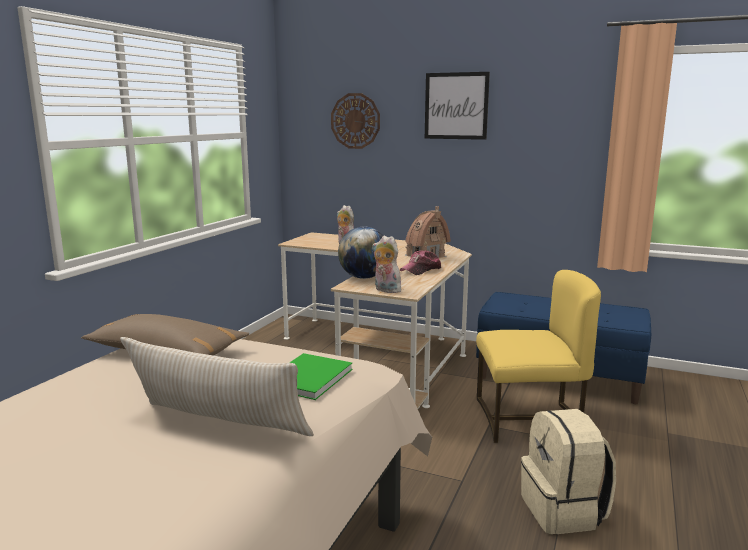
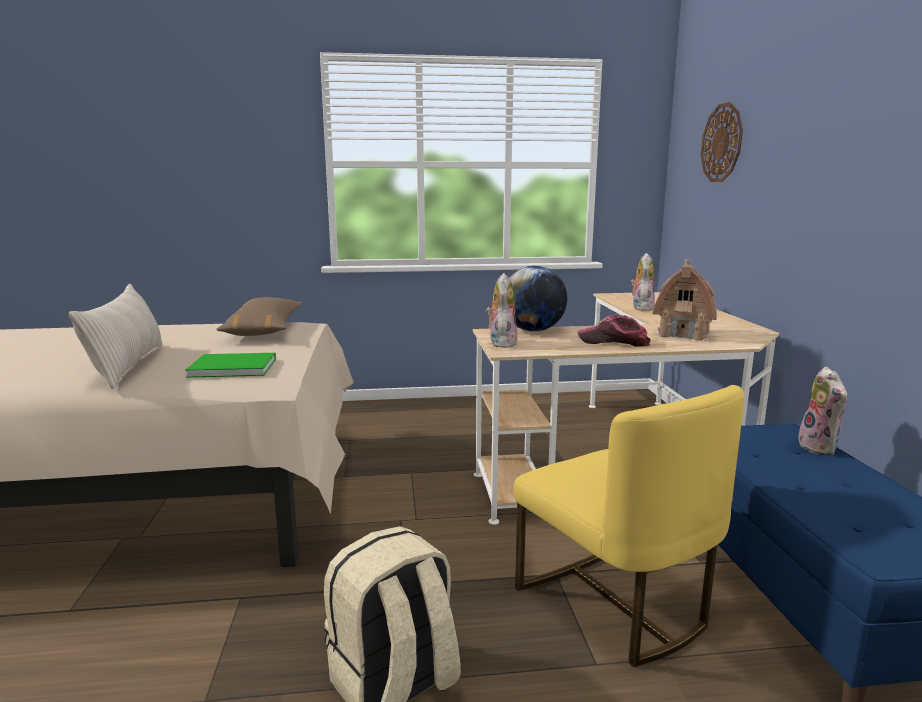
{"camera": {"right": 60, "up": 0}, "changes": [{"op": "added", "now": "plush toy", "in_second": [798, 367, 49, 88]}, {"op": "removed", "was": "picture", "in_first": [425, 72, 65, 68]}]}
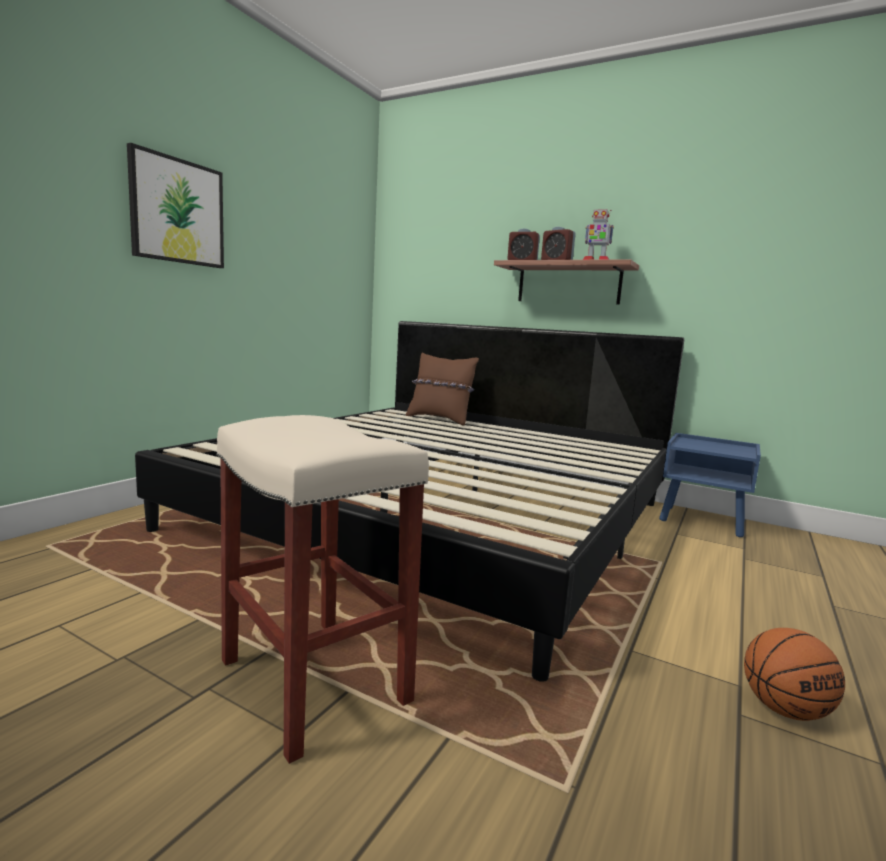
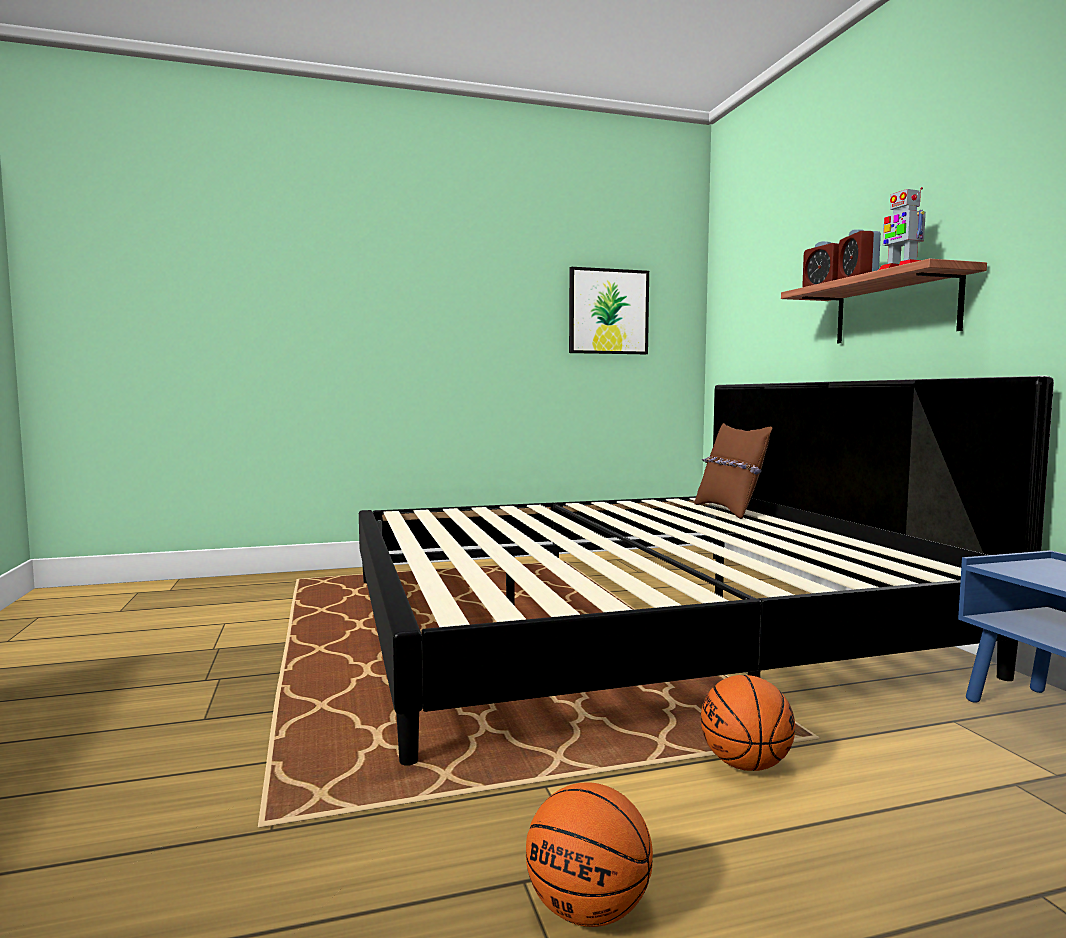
{"camera": {"right": 45, "up": -5}, "changes": [{"op": "moved", "was": "picture", "in_first": [127, 143, 97, 125], "in_second": [569, 267, 80, 87]}, {"op": "added", "now": "basketball", "in_second": [701, 675, 94, 96]}, {"op": "removed", "was": "beige stool", "in_first": [216, 415, 213, 349]}]}
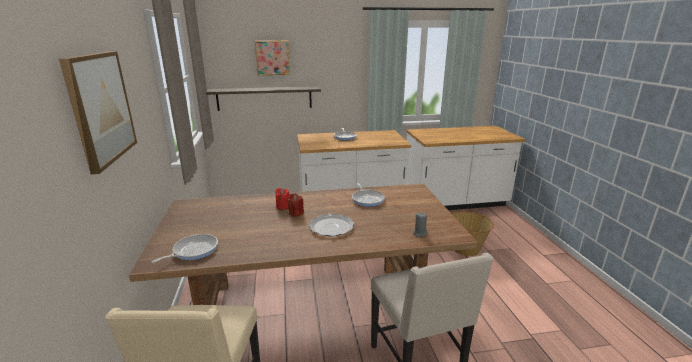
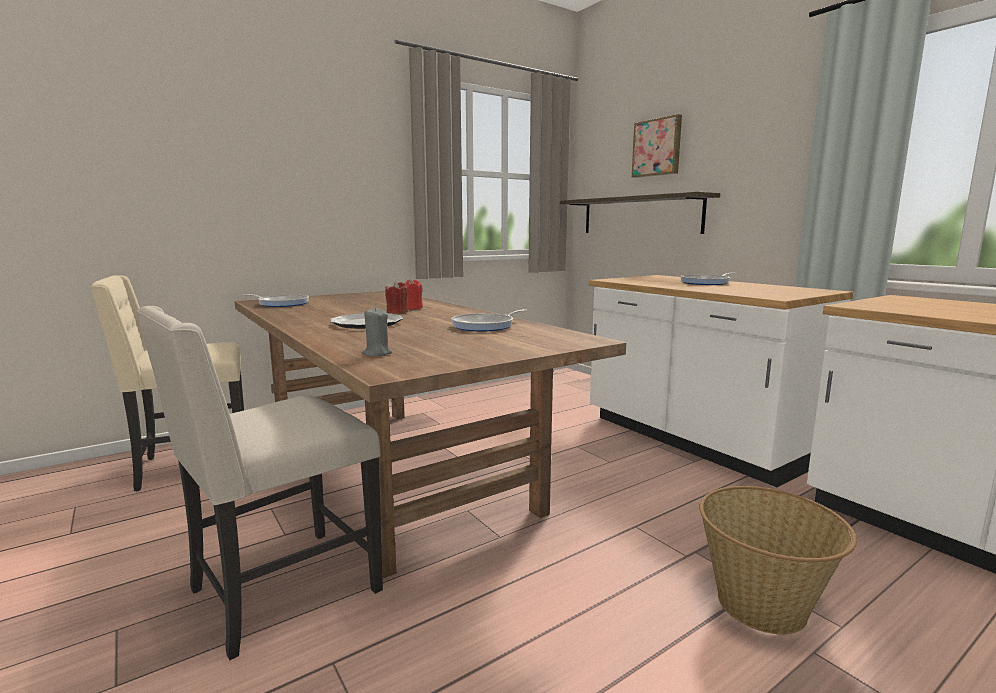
{"camera": {"right": 65, "up": -10}, "changes": [{"op": "removed", "was": "picture", "in_first": [59, 51, 78, 123]}]}
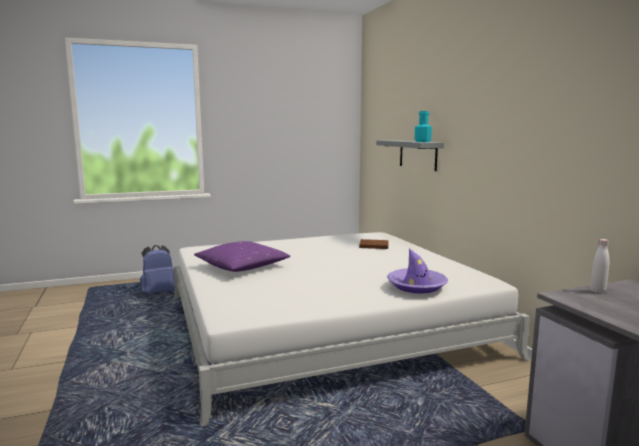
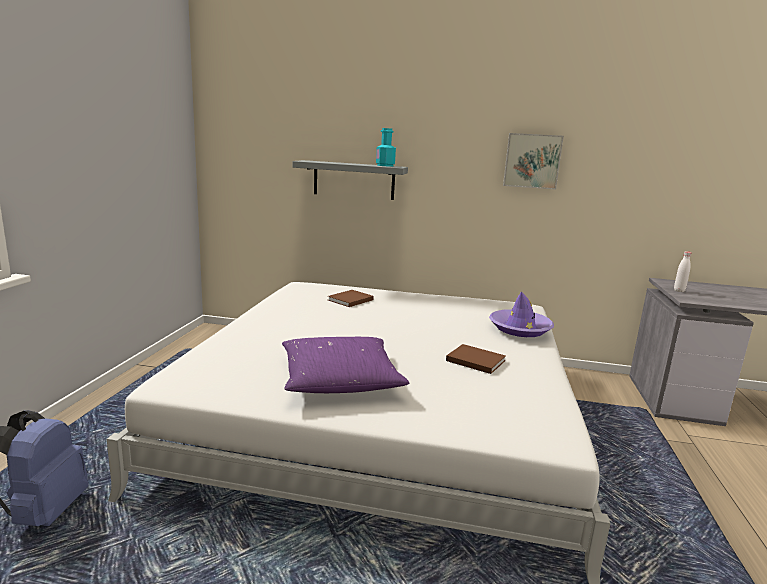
{"camera": {"right": -60, "up": 5}, "changes": [{"op": "added", "now": "brown book", "in_second": [446, 344, 60, 30]}, {"op": "added", "now": "picture", "in_second": [503, 133, 61, 56]}]}
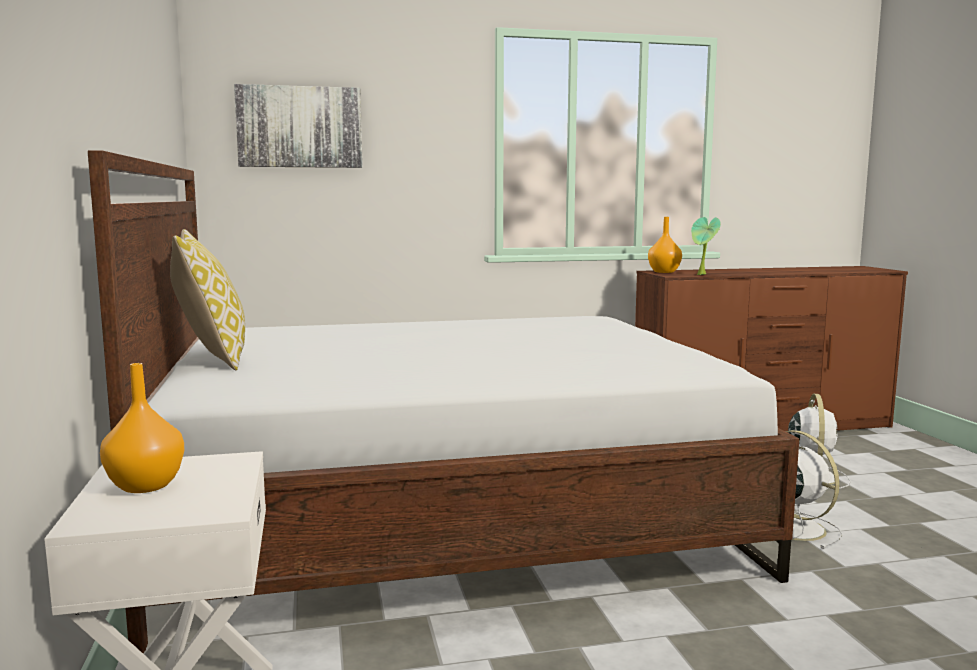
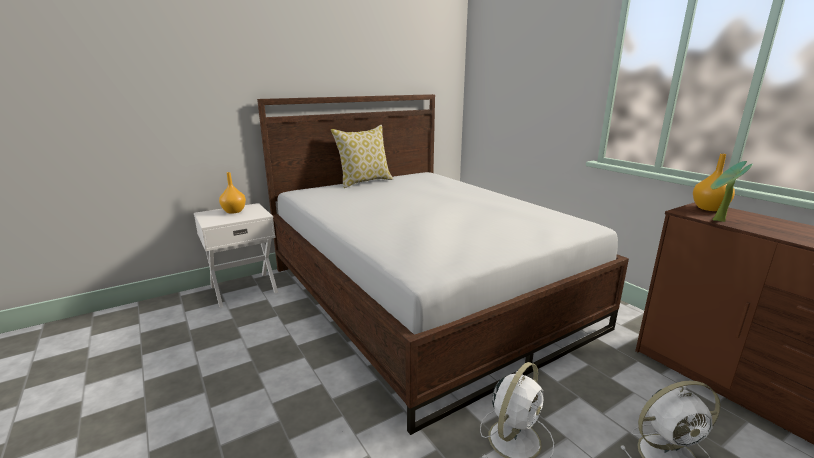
{"camera": {"right": 70, "up": 10}, "changes": [{"op": "removed", "was": "picture", "in_first": [234, 84, 129, 84]}]}
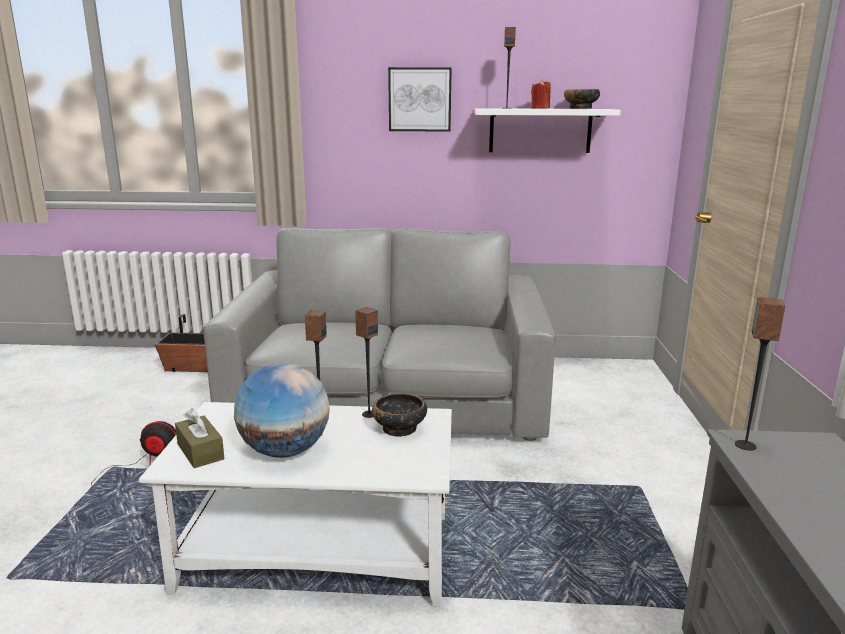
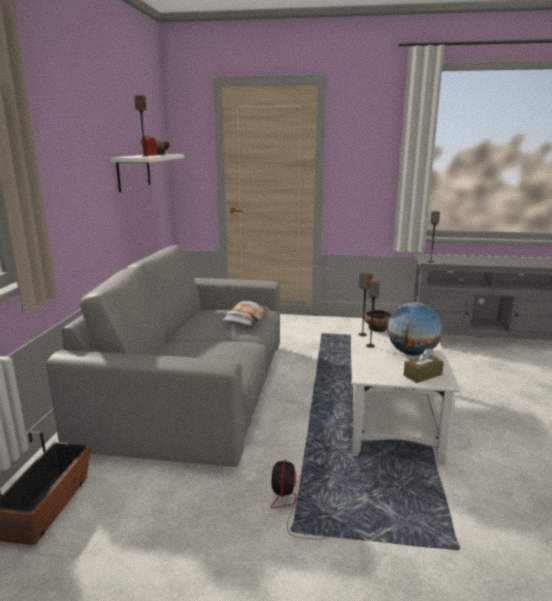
{"camera": {"right": -85, "up": 0}, "changes": [{"op": "added", "now": "pillow", "in_second": [222, 301, 47, 25]}, {"op": "removed", "was": "picture", "in_first": [388, 67, 64, 65]}]}
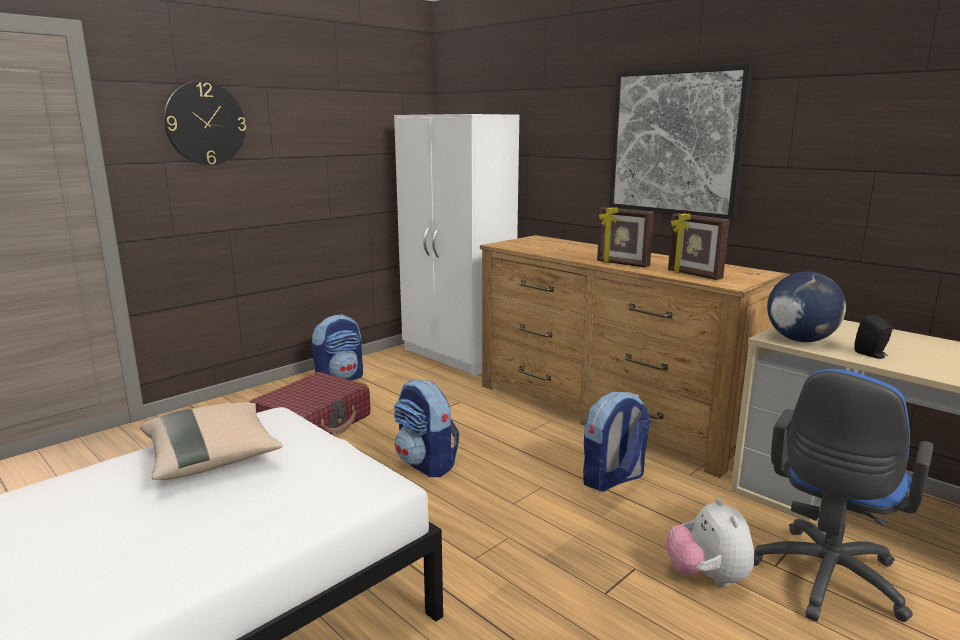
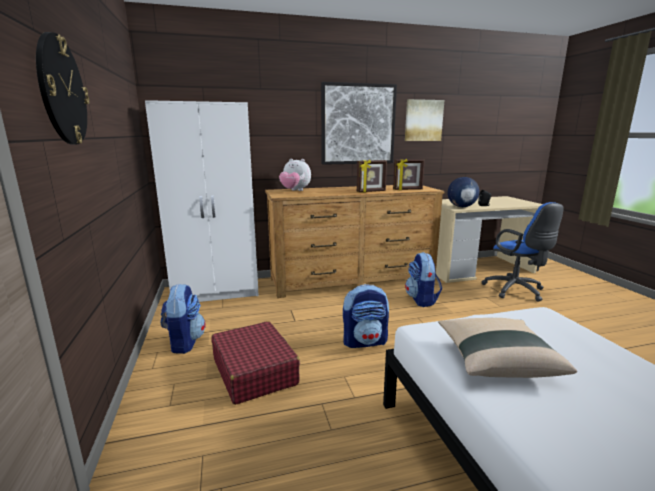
{"camera": {"right": -60, "up": 0}, "changes": [{"op": "moved", "was": "plush toy", "in_first": [666, 498, 88, 89], "in_second": [279, 158, 32, 33]}, {"op": "added", "now": "picture", "in_second": [405, 99, 39, 42]}]}
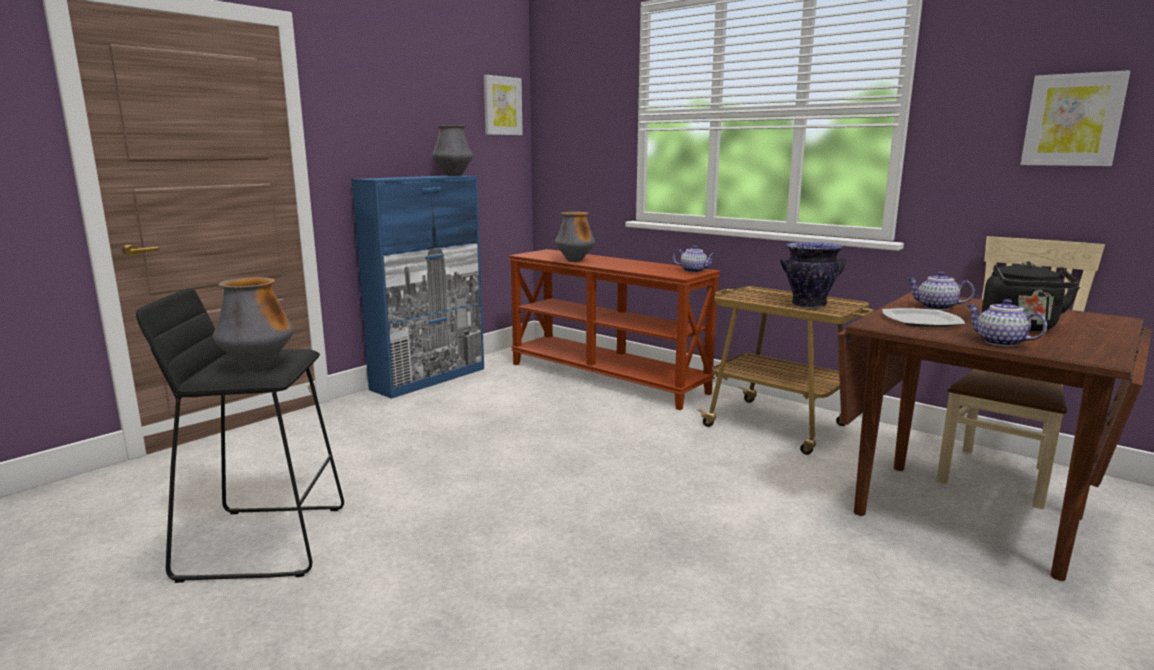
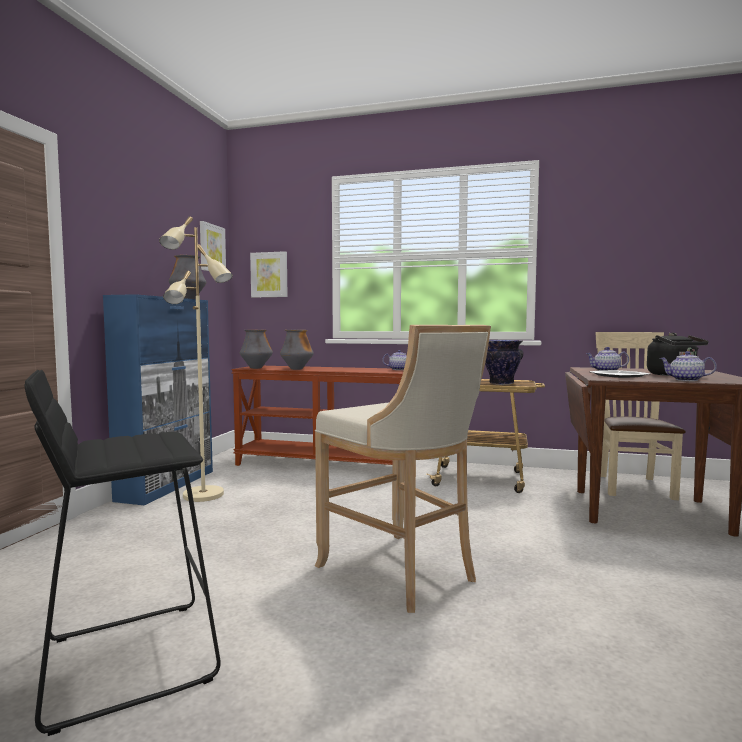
{"camera": {"right": -25, "up": -10}, "changes": [{"op": "added", "now": "beige floor lamp", "in_second": [159, 216, 74, 286]}, {"op": "moved", "was": "vase", "in_first": [213, 277, 81, 93], "in_second": [240, 330, 33, 39]}, {"op": "moved", "was": "picture", "in_first": [1021, 70, 109, 96], "in_second": [250, 251, 38, 46]}, {"op": "added", "now": "beige stool", "in_second": [315, 325, 176, 288]}]}
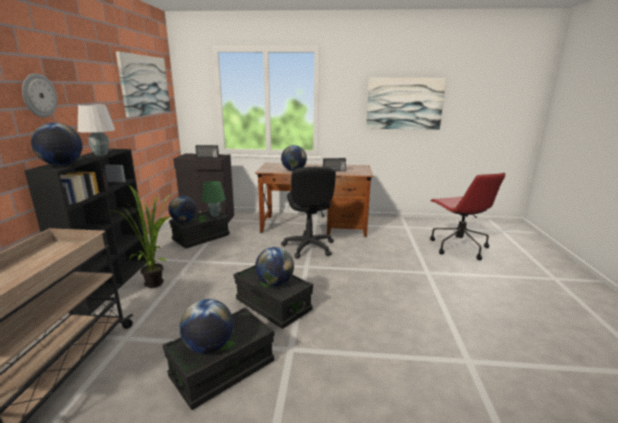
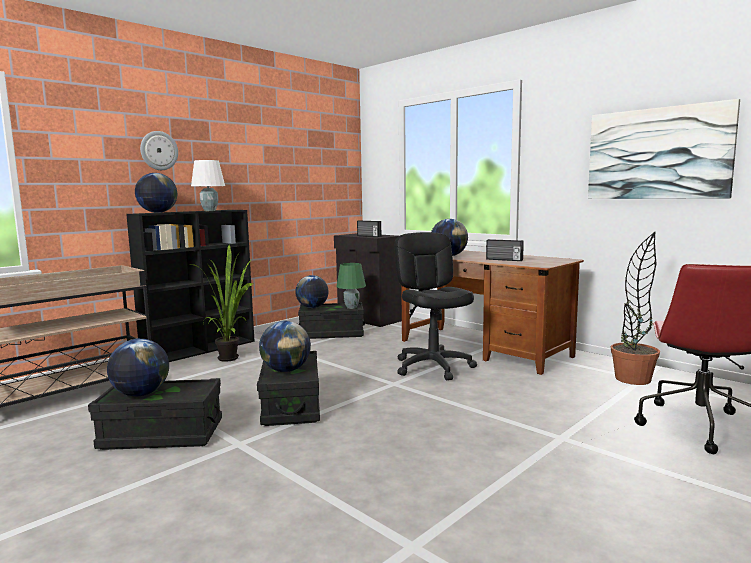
{"camera": {"right": 40, "up": -10}, "changes": [{"op": "turned", "was": "black office chair", "in_first": [281, 167, 55, 91], "in_second": [394, 232, 83, 149], "clockwise": 135}, {"op": "added", "now": "potted plant", "in_second": [610, 232, 50, 153]}, {"op": "removed", "was": "picture", "in_first": [116, 52, 54, 65]}]}
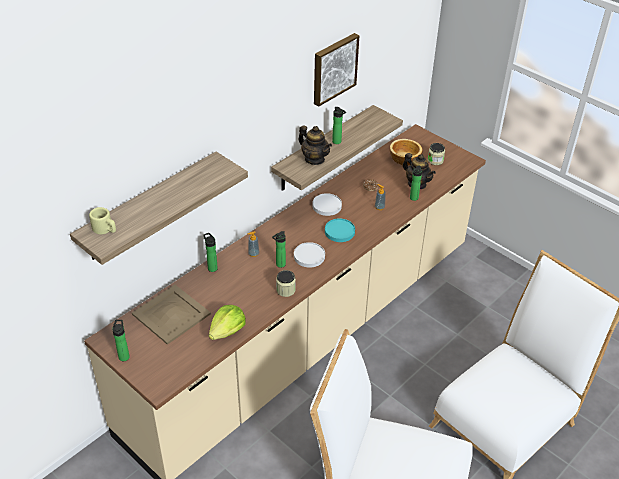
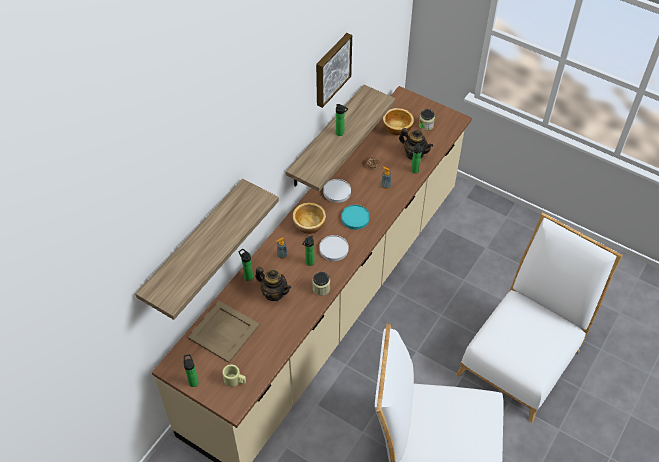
{"camera": {"right": -10, "up": 10}, "changes": [{"op": "moved", "was": "beige mug", "in_first": [89, 207, 27, 27], "in_second": [222, 364, 24, 23]}, {"op": "moved", "was": "teapot", "in_first": [298, 125, 34, 40], "in_second": [255, 267, 36, 34]}, {"op": "added", "now": "bowl", "in_second": [293, 202, 33, 32]}, {"op": "removed", "was": "lettuce", "in_first": [208, 305, 38, 35]}]}
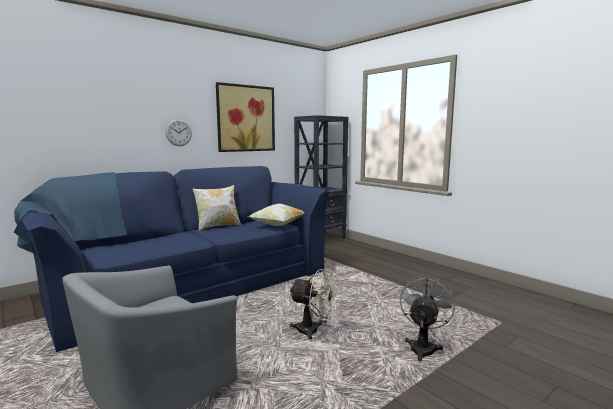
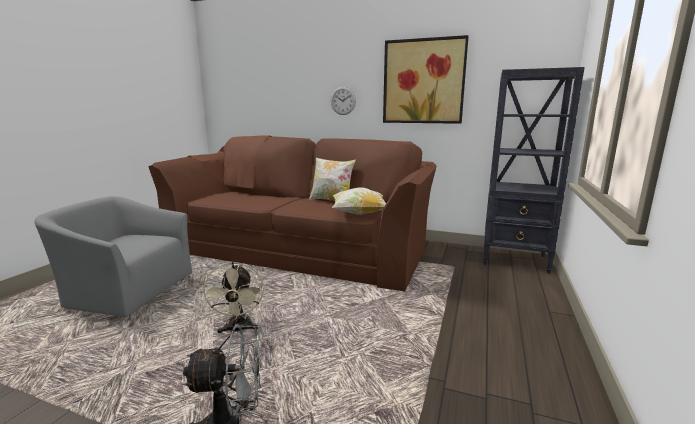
{"camera": {"right": 60, "up": 5}, "changes": [{"op": "recoloured", "was": "blue sofa", "now": "brown sofa", "in_first": [13, 166, 316, 186], "in_second": [148, 135, 288, 156]}]}
